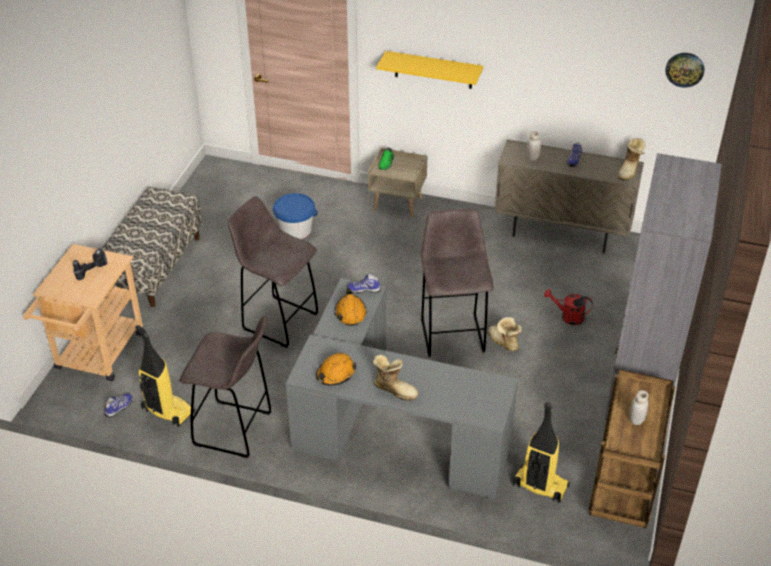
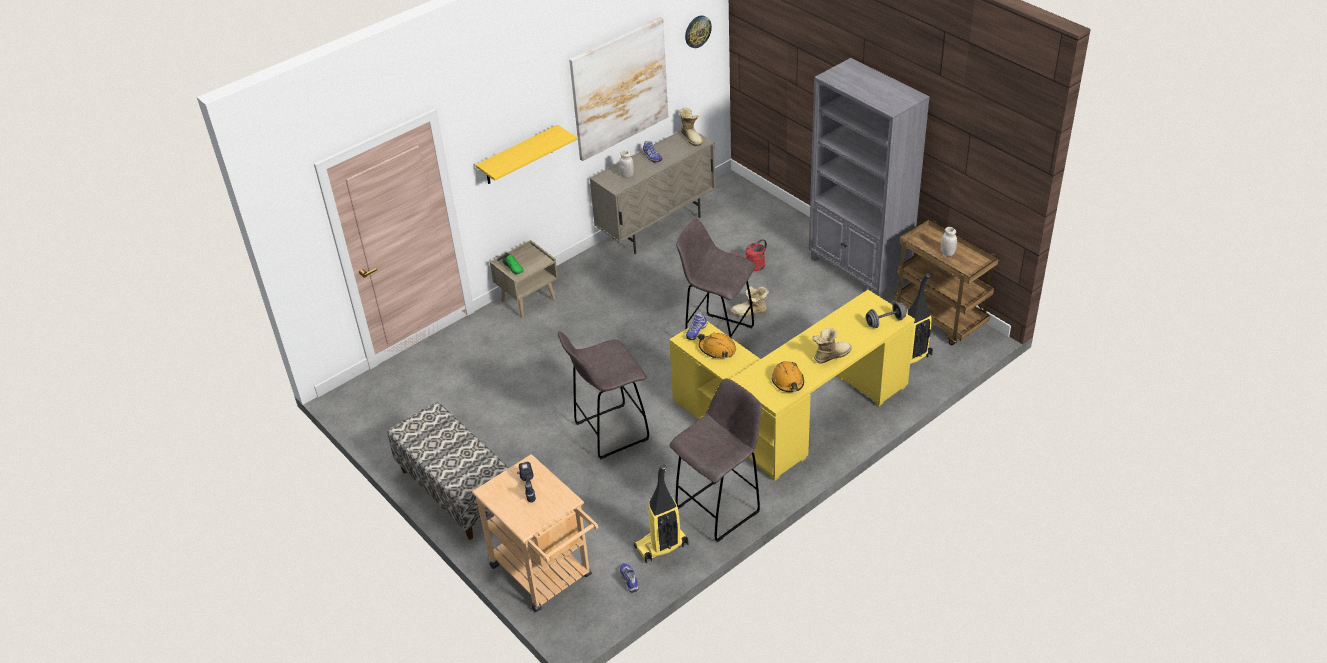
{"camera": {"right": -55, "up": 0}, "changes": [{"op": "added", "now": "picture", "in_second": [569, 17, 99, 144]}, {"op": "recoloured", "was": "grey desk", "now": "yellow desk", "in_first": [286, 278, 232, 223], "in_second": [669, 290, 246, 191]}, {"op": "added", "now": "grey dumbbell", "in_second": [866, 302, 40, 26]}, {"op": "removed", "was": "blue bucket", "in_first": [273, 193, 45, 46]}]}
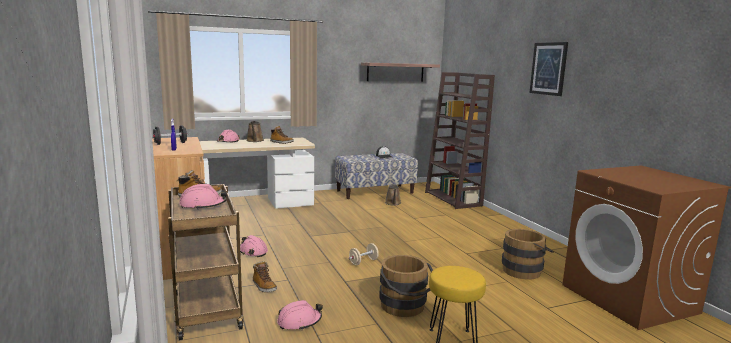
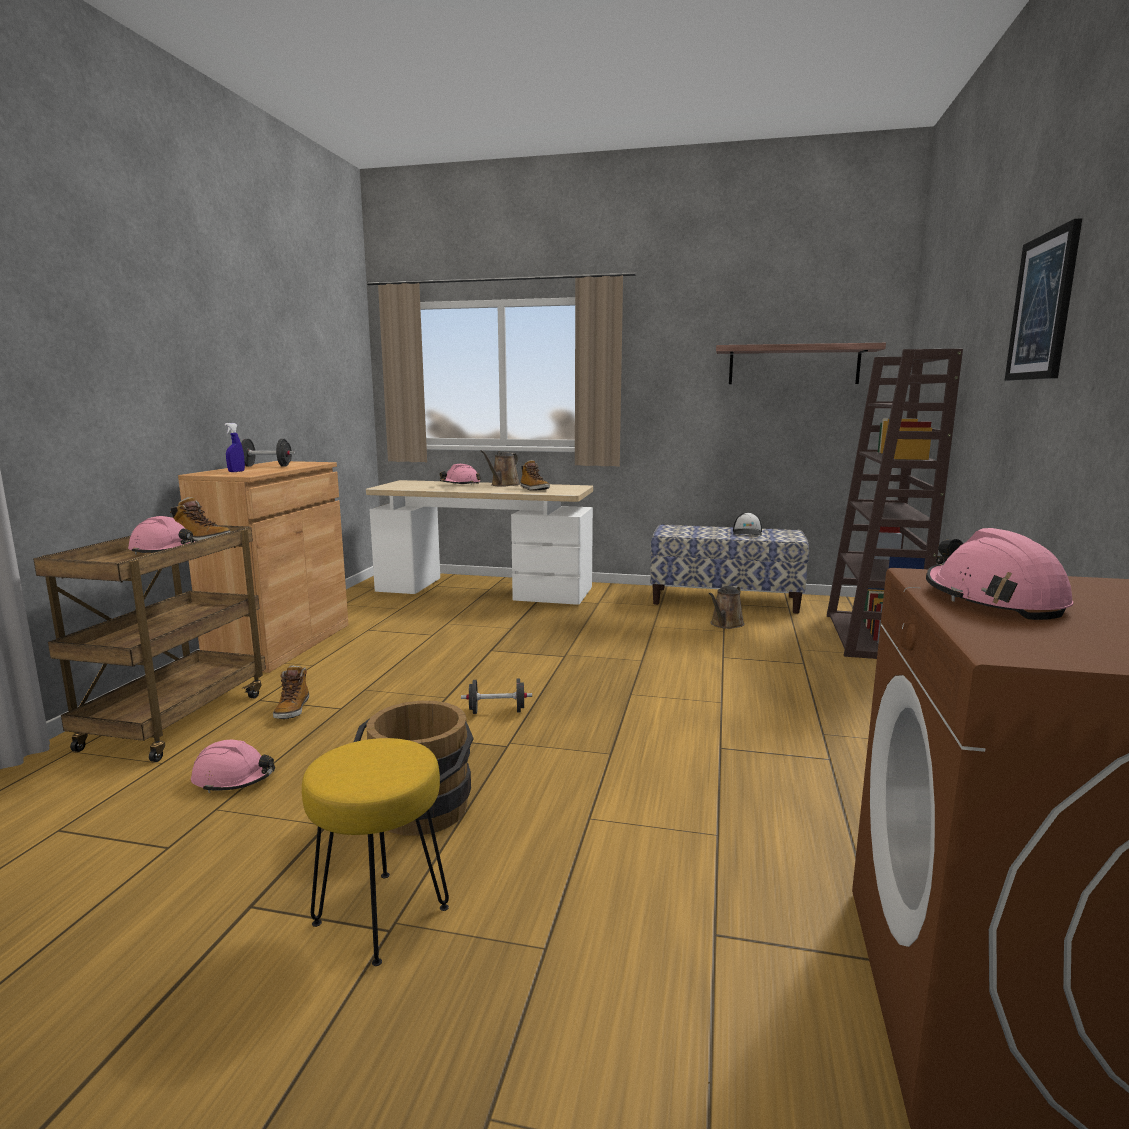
{"camera": {"right": 35, "up": 0}, "changes": [{"op": "recoloured", "was": "beige dumbbell", "now": "black dumbbell", "in_first": [349, 243, 30, 23], "in_second": [461, 678, 71, 36]}, {"op": "moved", "was": "pink hard hat", "in_first": [240, 235, 28, 22], "in_second": [926, 528, 147, 92]}, {"op": "removed", "was": "brown bucket", "in_first": [502, 229, 52, 51]}]}
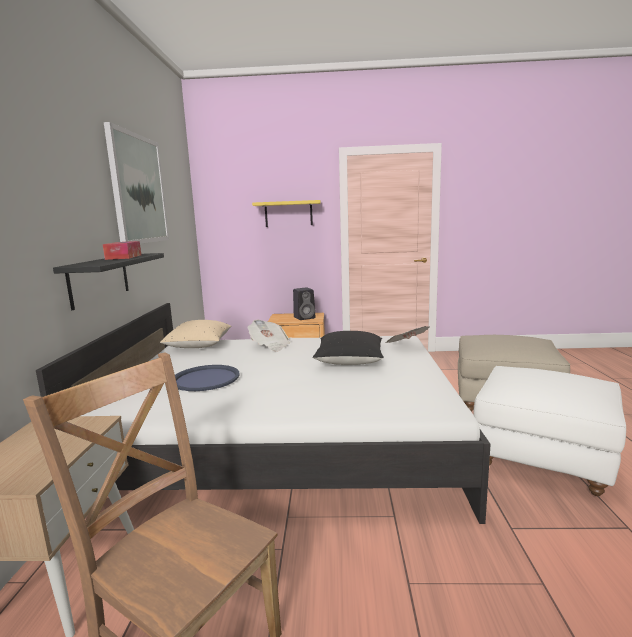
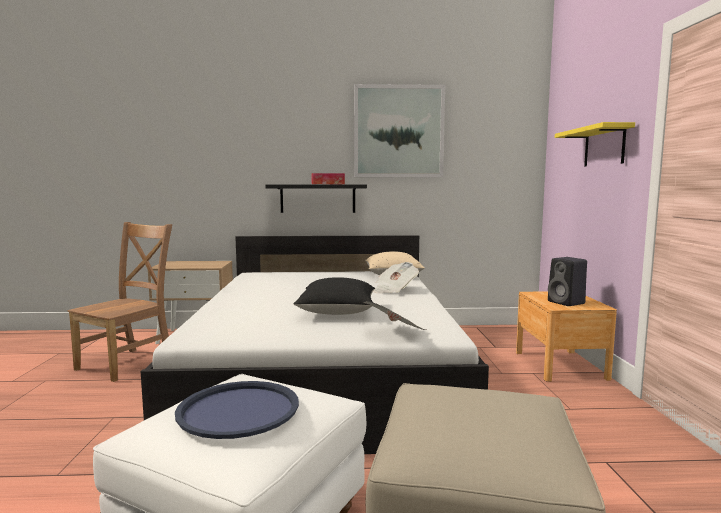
{"camera": {"right": 85, "up": -5}, "changes": [{"op": "moved", "was": "blue tray", "in_first": [175, 365, 65, 26], "in_second": [175, 381, 124, 58]}]}
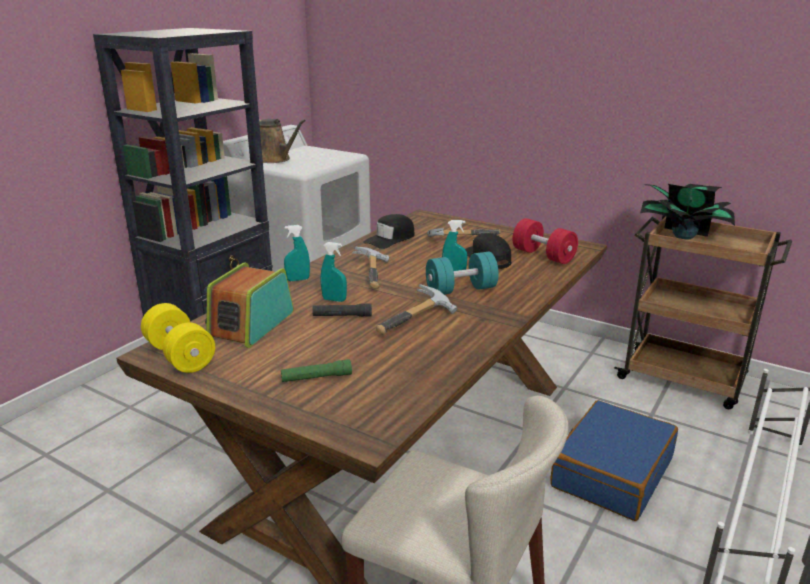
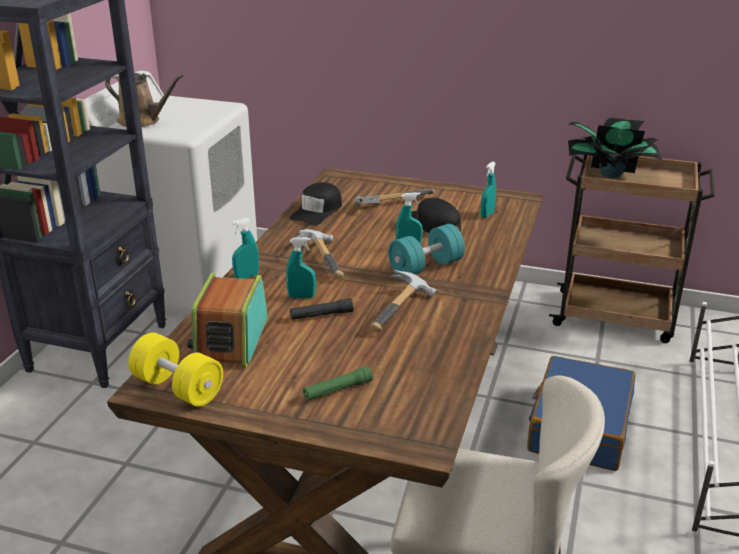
{"camera": {"right": -15, "up": 5}, "changes": [{"op": "replaced", "was": "red dumbbell", "now": "turquoise spray bottle", "in_first": [512, 218, 66, 46], "in_second": [481, 161, 15, 57]}]}
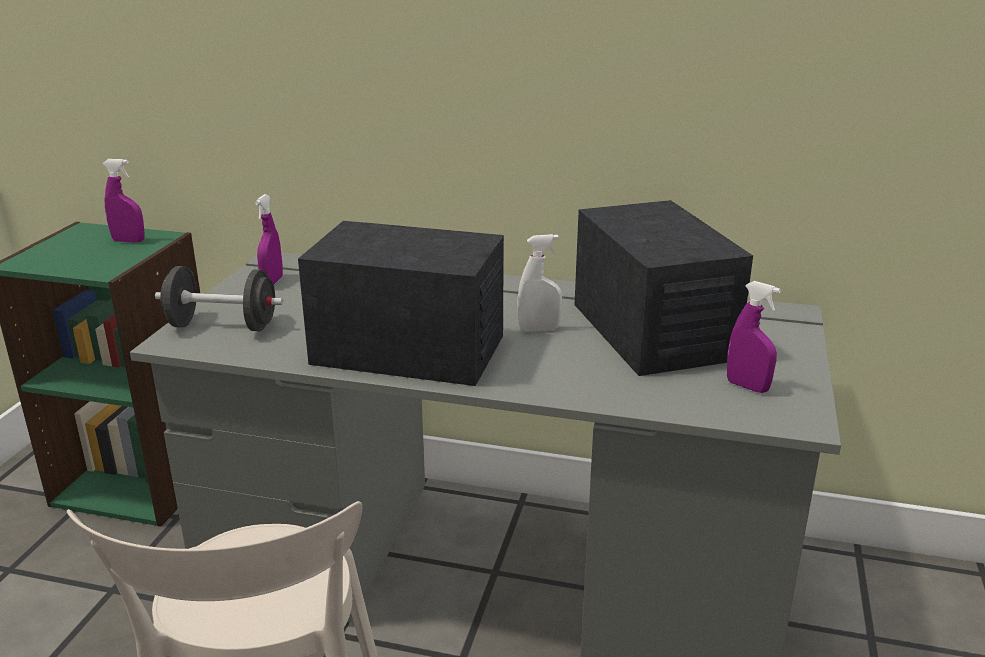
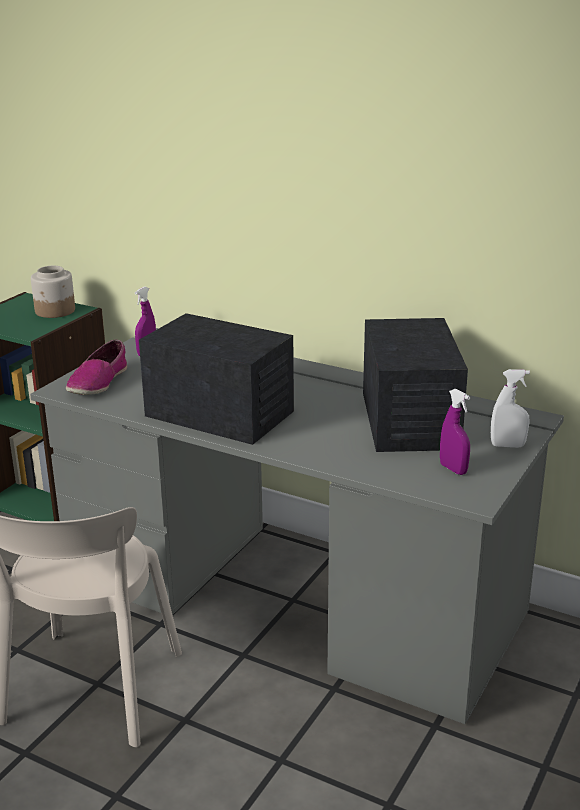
{"camera": {"right": 15, "up": 0}, "changes": [{"op": "replaced", "was": "purple spray bottle", "now": "jar", "in_first": [102, 159, 43, 84], "in_second": [31, 266, 44, 52]}, {"op": "replaced", "was": "black dumbbell", "now": "shoe", "in_first": [155, 266, 128, 66], "in_second": [66, 339, 61, 56]}, {"op": "moved", "was": "white spray bottle", "in_first": [517, 234, 45, 98], "in_second": [491, 369, 39, 79]}]}
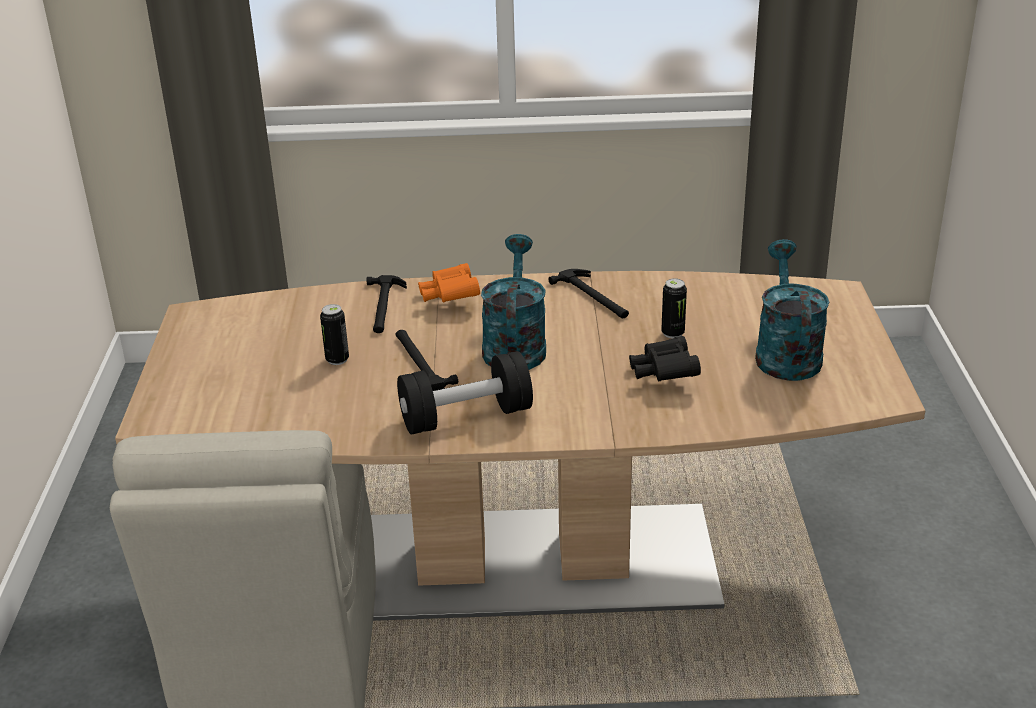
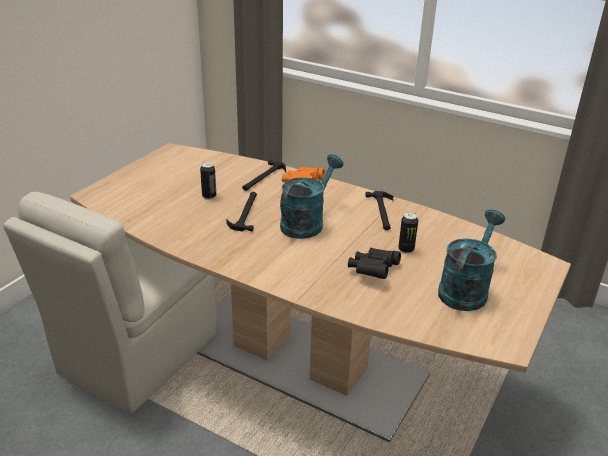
{"camera": {"right": 30, "up": 0}, "changes": [{"op": "removed", "was": "black dumbbell", "in_first": [397, 351, 136, 84]}]}
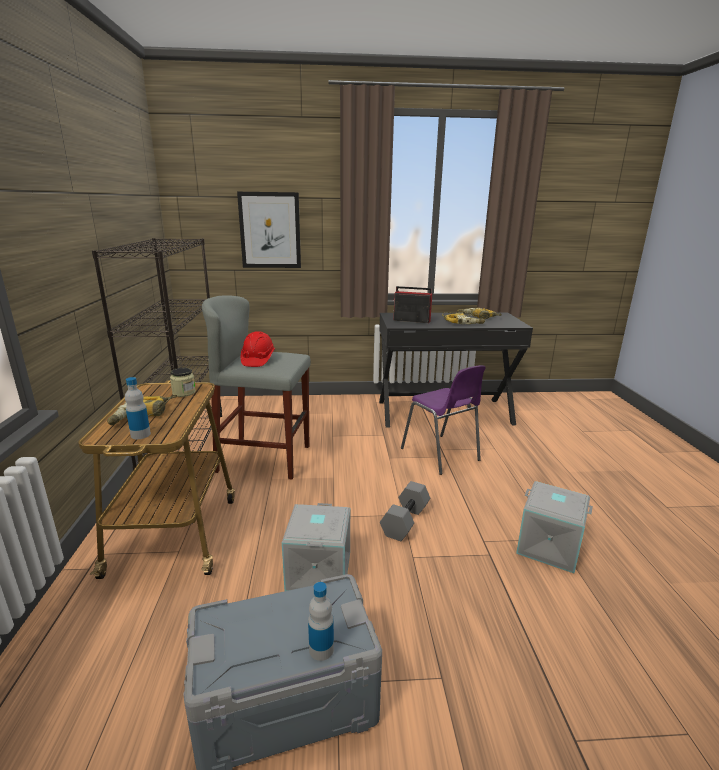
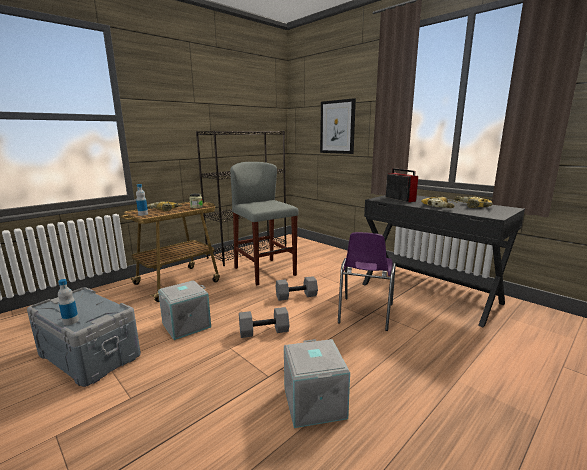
{"camera": {"right": 50, "up": -5}, "changes": [{"op": "added", "now": "grey dumbbell", "in_second": [276, 276, 42, 25]}, {"op": "removed", "was": "red hard hat", "in_first": [241, 331, 34, 36]}]}
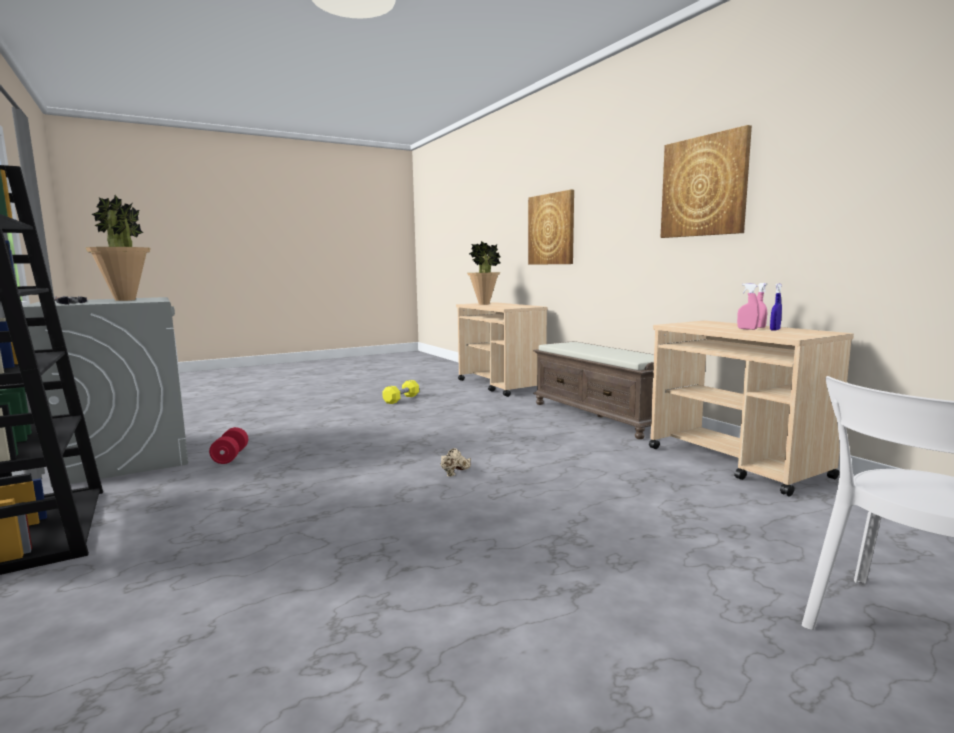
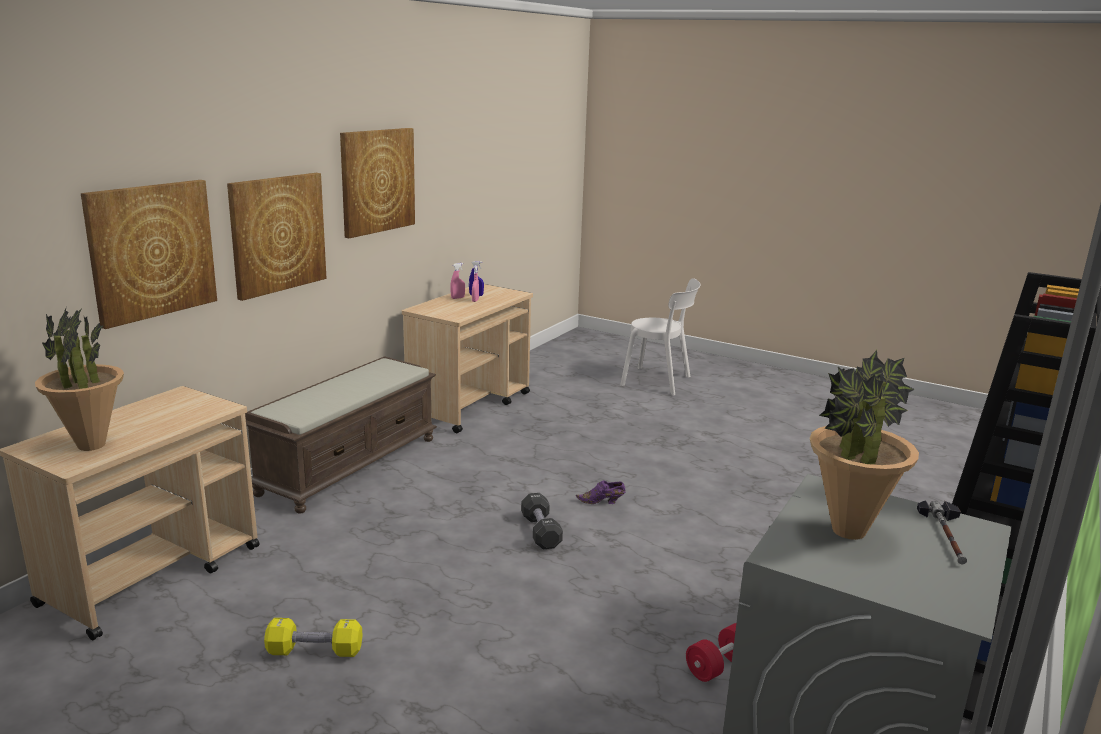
{"camera": {"right": -120, "up": 10}, "changes": [{"op": "added", "now": "picture", "in_second": [227, 173, 100, 128]}, {"op": "added", "now": "black dumbbell", "in_second": [521, 493, 42, 57]}, {"op": "recoloured", "was": "beige shoe", "now": "purple shoe", "in_first": [440, 448, 31, 29], "in_second": [576, 480, 50, 24]}]}
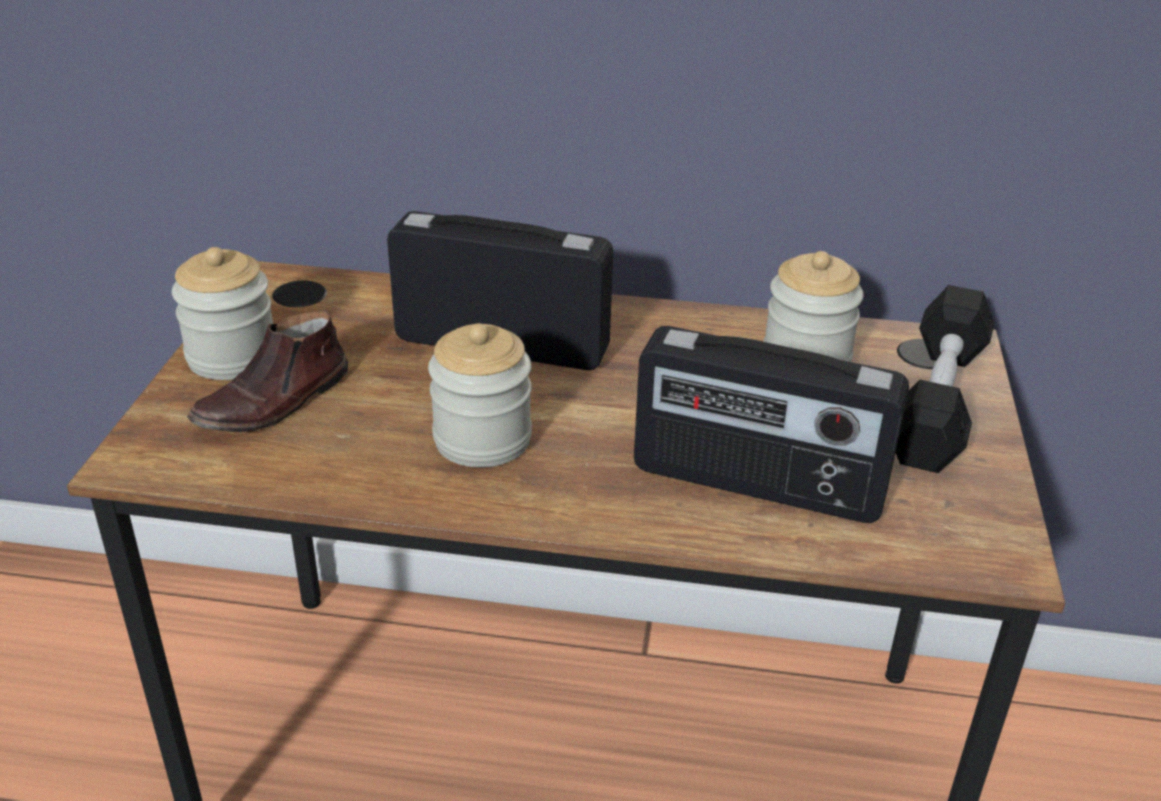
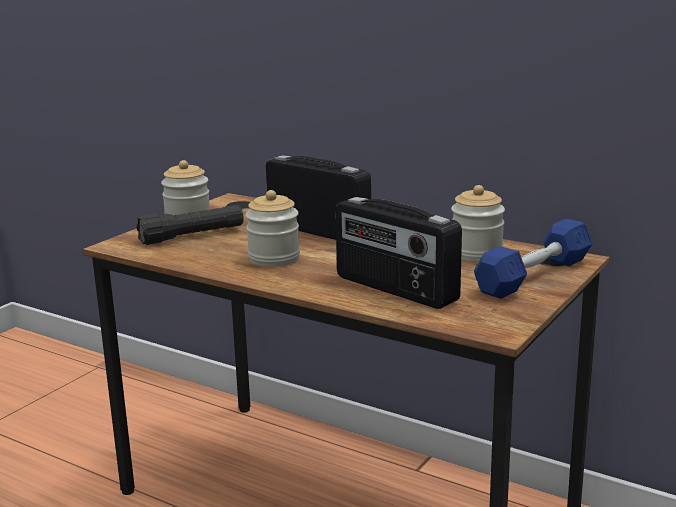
{"camera": {"right": 25, "up": -15}, "changes": [{"op": "replaced", "was": "brown shoe", "now": "black flashlight", "in_first": [187, 310, 161, 122], "in_second": [136, 205, 108, 40]}, {"op": "recoloured", "was": "black dumbbell", "now": "blue dumbbell", "in_first": [896, 285, 98, 188], "in_second": [474, 219, 119, 80]}]}
